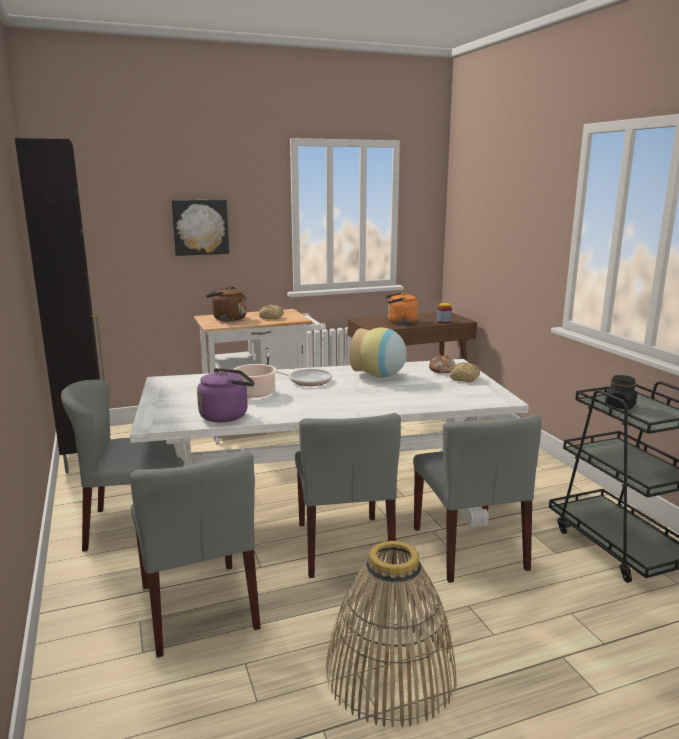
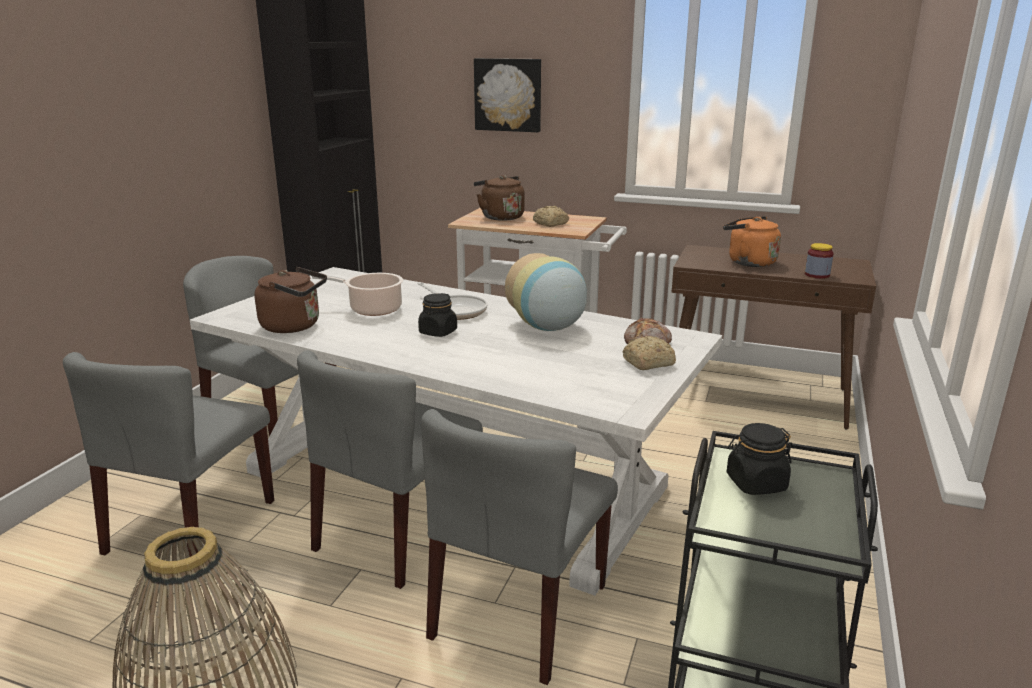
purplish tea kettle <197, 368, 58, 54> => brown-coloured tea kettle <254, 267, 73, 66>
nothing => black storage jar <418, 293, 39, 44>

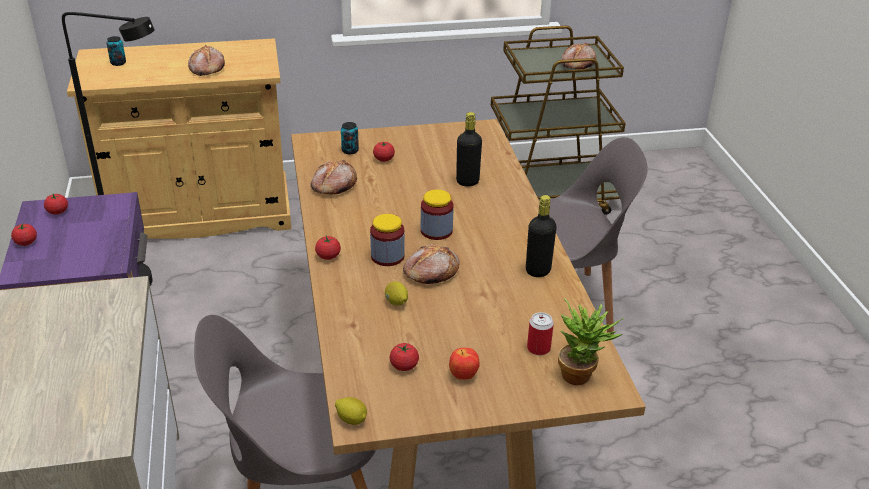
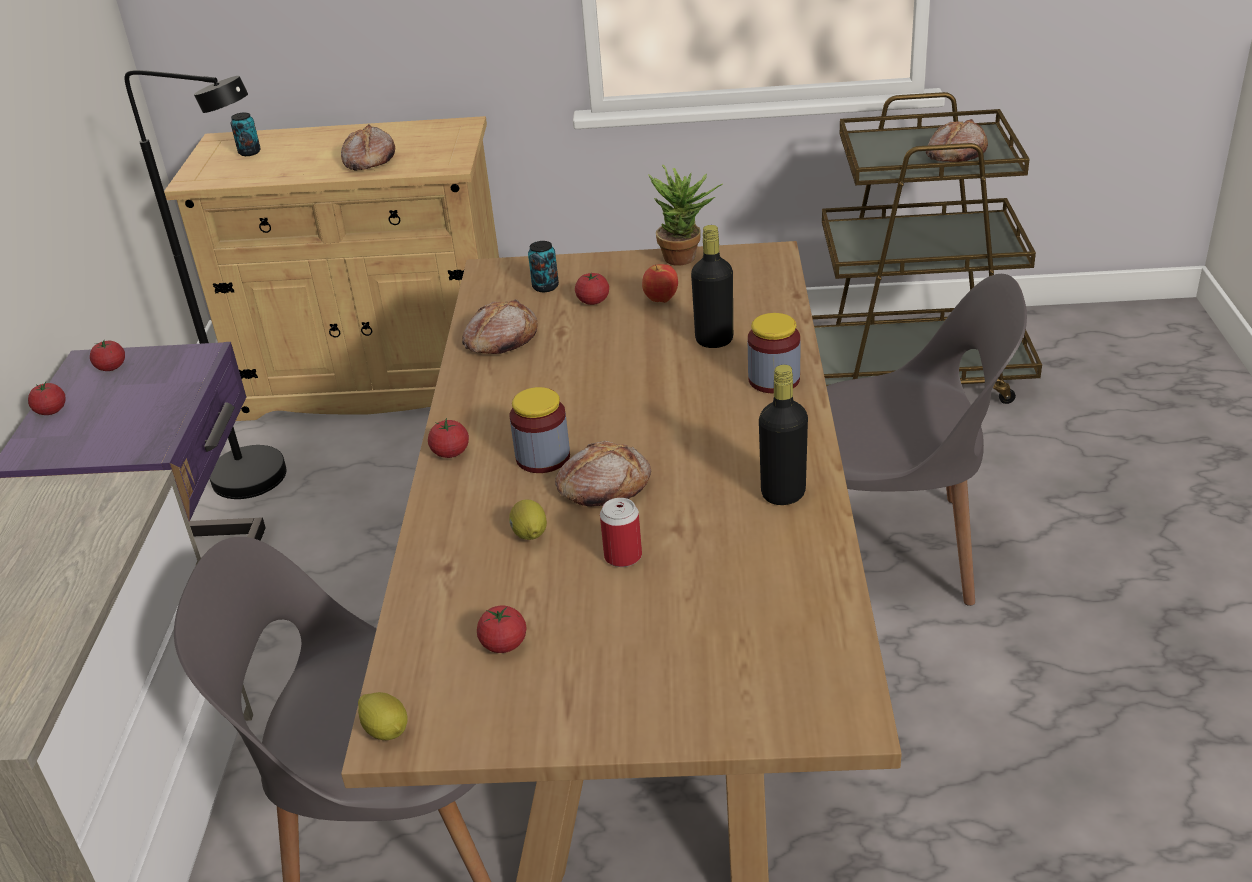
storage jar <421, 190, 33, 50> => storage jar <748, 313, 53, 81>, moved
apple <449, 348, 31, 32> => apple <642, 264, 36, 39>, moved
sealed can <527, 312, 27, 43> => sealed can <600, 498, 42, 69>, moved
potted plant <558, 299, 66, 86> => potted plant <648, 165, 75, 100>, moved

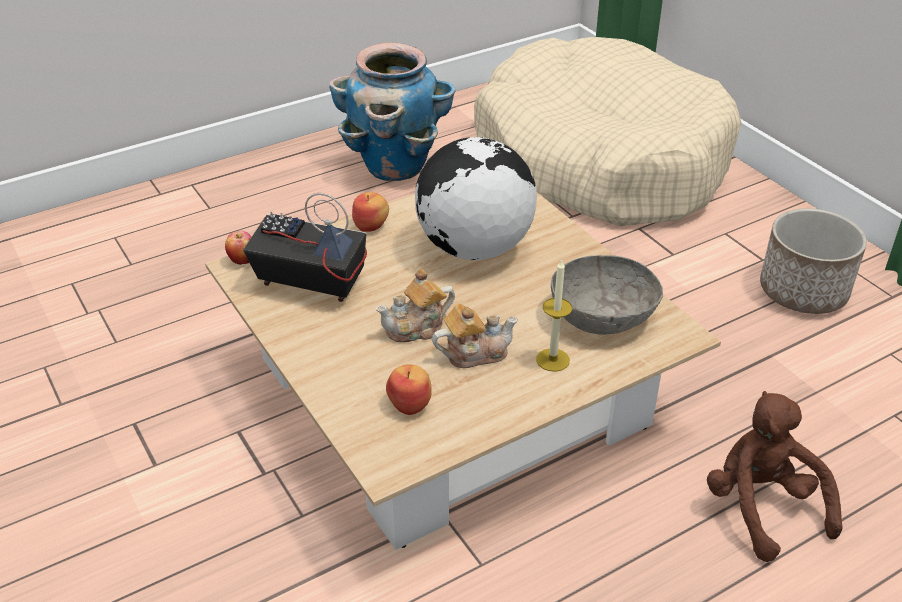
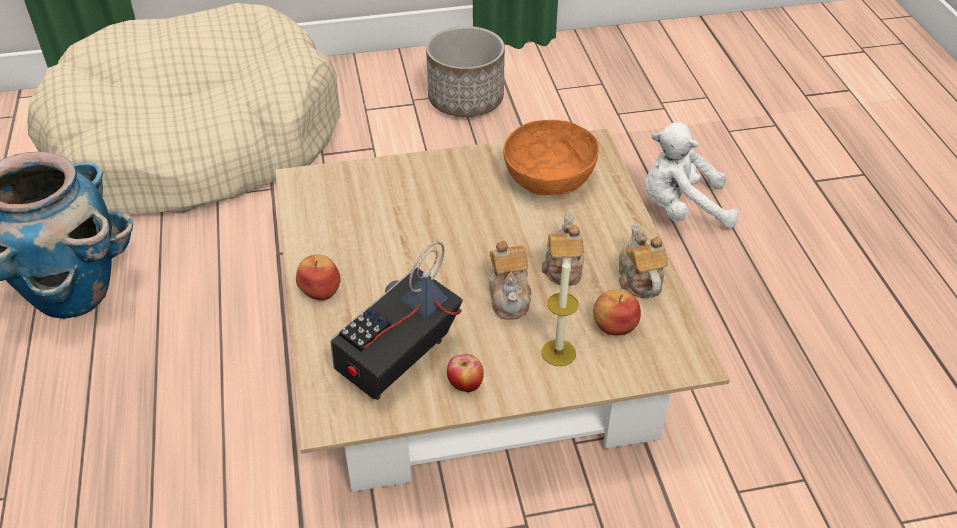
apple <225, 231, 26, 34> => apple <447, 354, 37, 39>, moved
globe <415, 137, 122, 124> => nothing
candle <536, 259, 36, 113> => candle <541, 258, 37, 108>, moved
gray bowl <551, 255, 112, 80> => orange-coloured bowl <503, 120, 96, 75>
brown-coloured soft toy <707, 391, 136, 171> => white soft toy <645, 122, 94, 106>
nothing => pot for tea <619, 224, 49, 74>

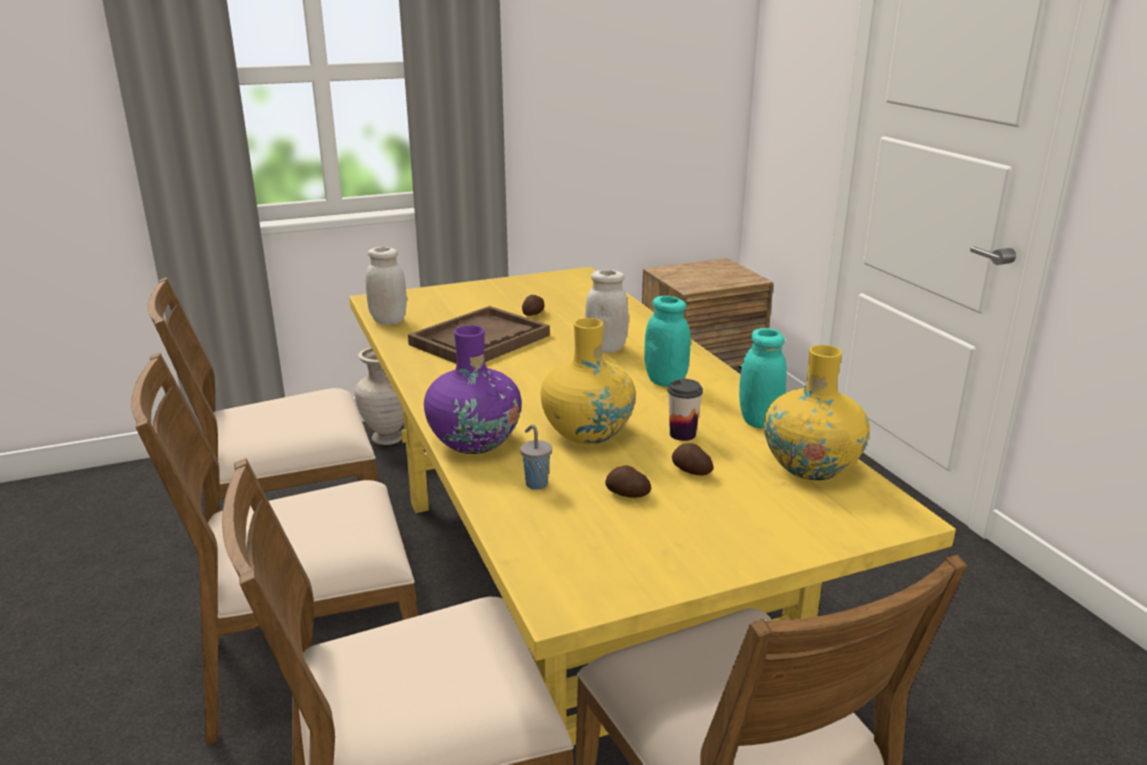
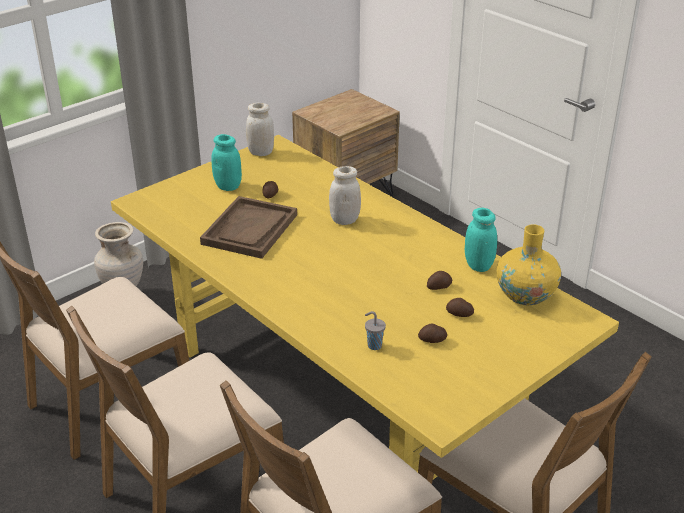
white storage jar <366, 247, 41, 77> => white storage jar <246, 103, 28, 53>, moved
purplish decorative vase <424, 325, 98, 129> => nothing
yellowish decorative vase <541, 318, 95, 126> => nothing
blue-green storage jar <644, 296, 46, 91> => blue-green storage jar <211, 134, 31, 57>, moved
drinking cup <668, 379, 35, 62> => spud <427, 271, 25, 19>

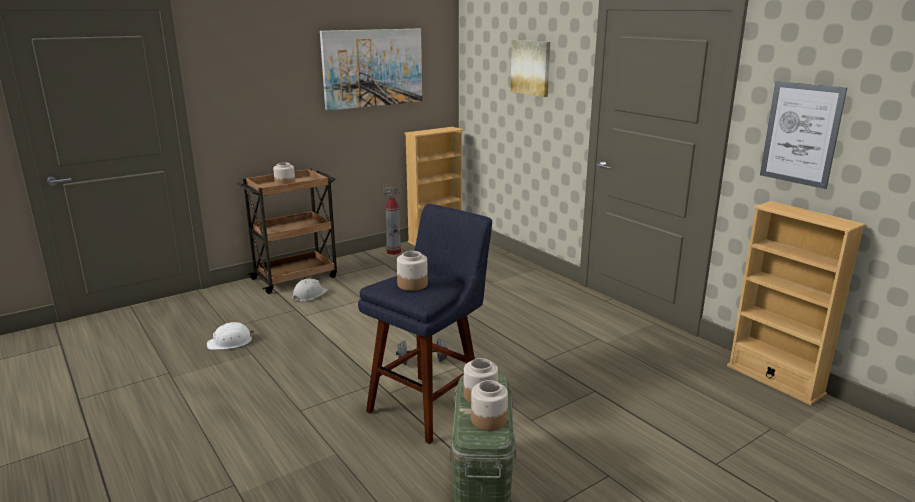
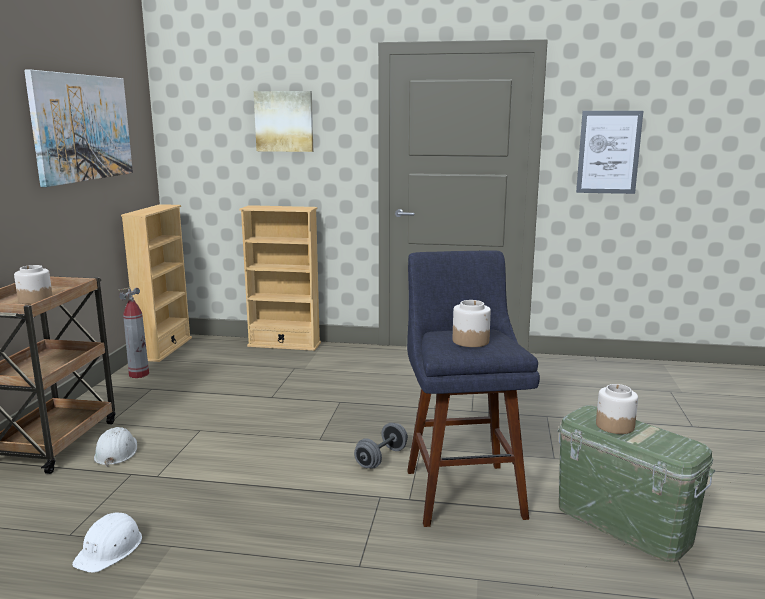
storage jar <471, 380, 37, 51> => nothing
sand-coloured shelving unit <727, 201, 139, 204> => sand-coloured shelving unit <239, 205, 82, 146>, moved

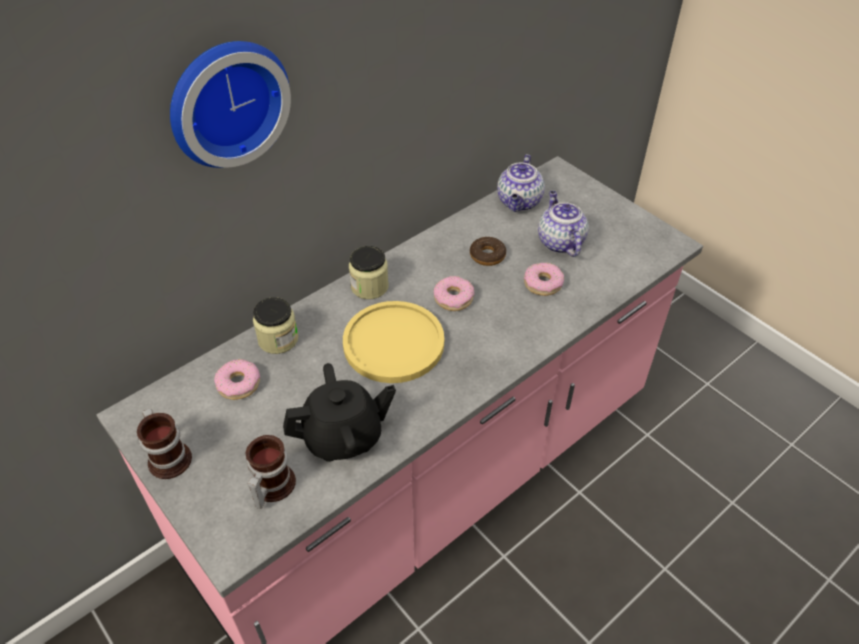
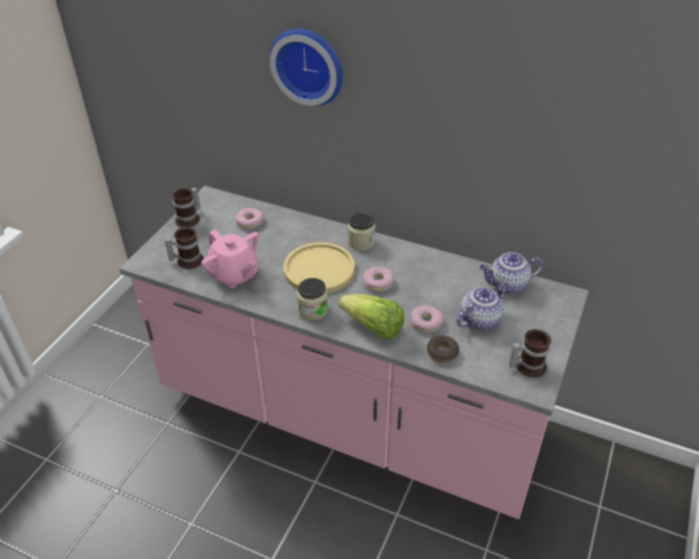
storage jar <253, 297, 45, 57> => storage jar <297, 278, 31, 42>, moved
black pot for tea <283, 363, 113, 99> => pink-coloured pot for tea <201, 230, 58, 58>
donut <470, 237, 36, 29> => donut <427, 336, 32, 27>, moved
nothing => head of lettuce <339, 294, 65, 46>
nothing => coffee mug <509, 329, 42, 49>

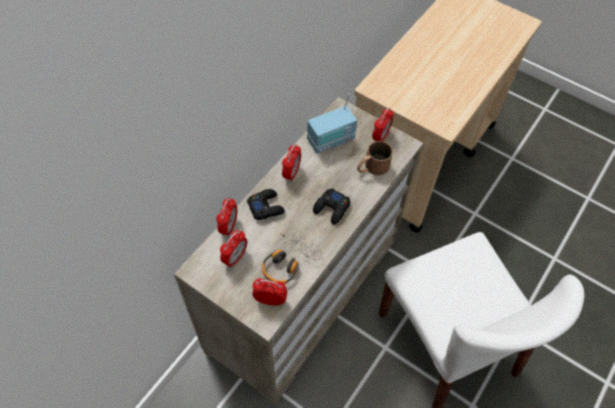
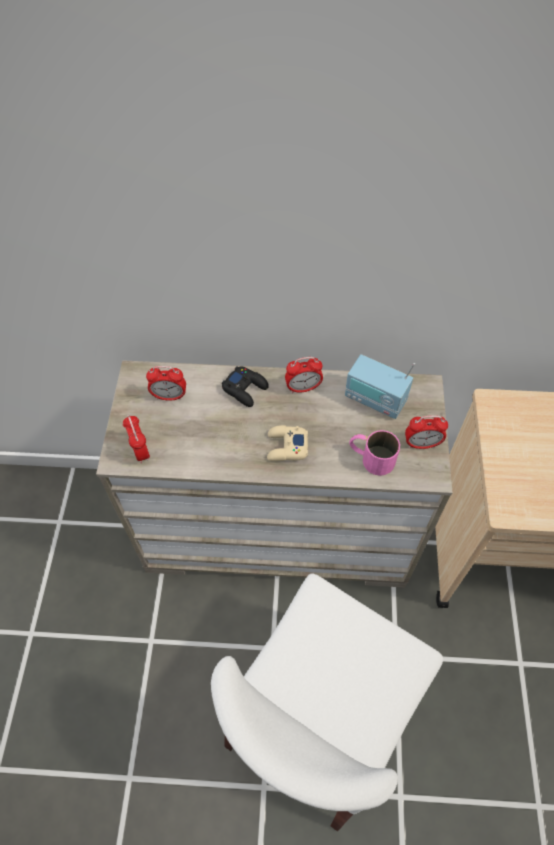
alarm clock <217, 198, 21, 39> => nothing
pair of headphones <262, 233, 60, 51> => nothing
black game controller <313, 188, 37, 37> => sand-coloured game controller <267, 425, 41, 36>
brown-coloured coffee mug <357, 141, 36, 34> => pink-coloured coffee mug <349, 430, 51, 46>

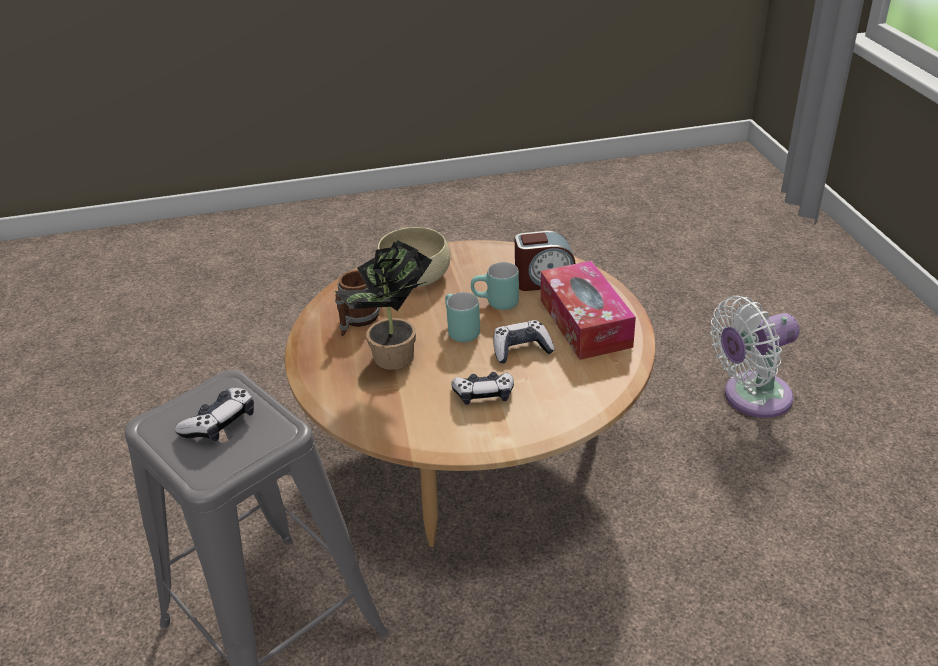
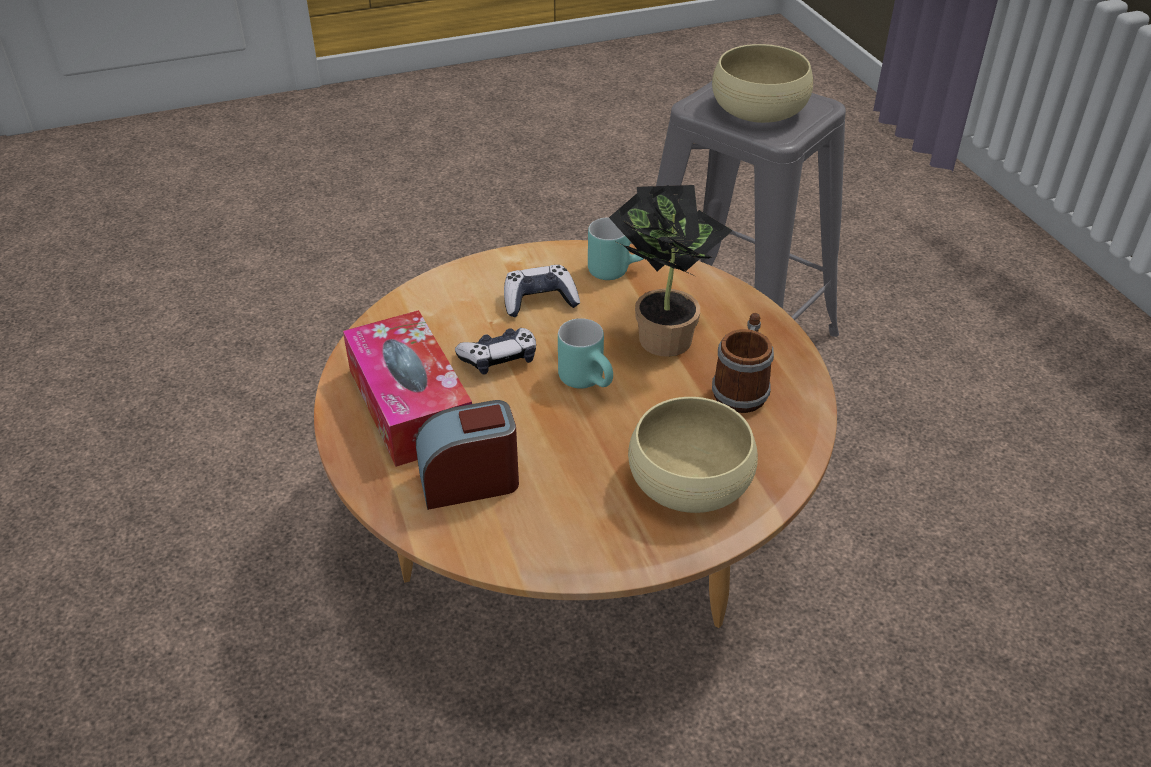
game controller <175, 388, 79, 53> => sand-coloured bowl <712, 44, 101, 79>
blue-green coffee mug <471, 262, 48, 48> => blue-green coffee mug <588, 217, 55, 63>, moved
white fan <711, 296, 89, 122> => nothing

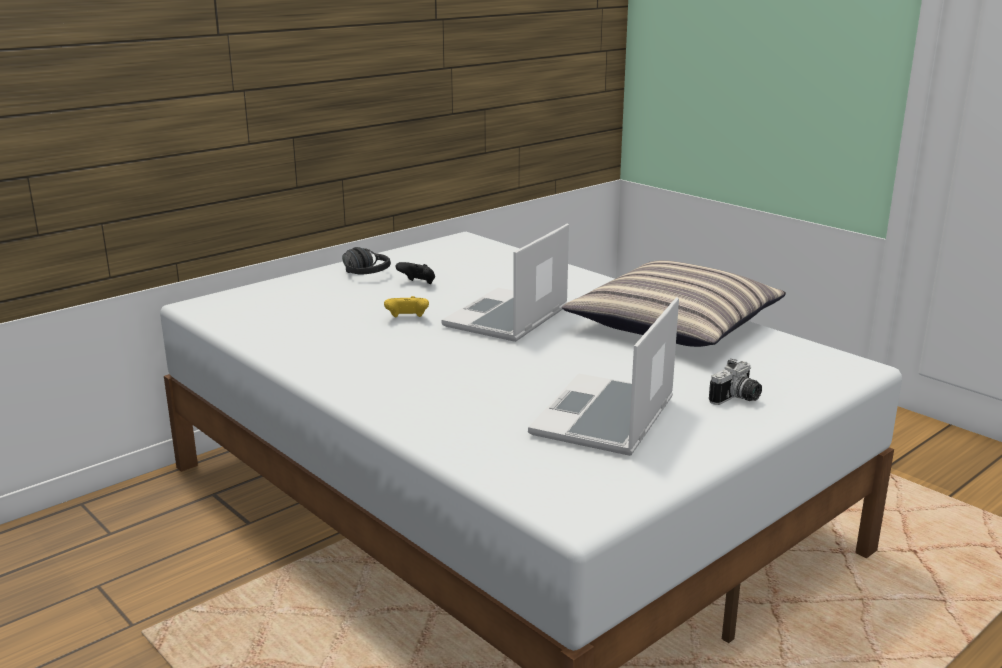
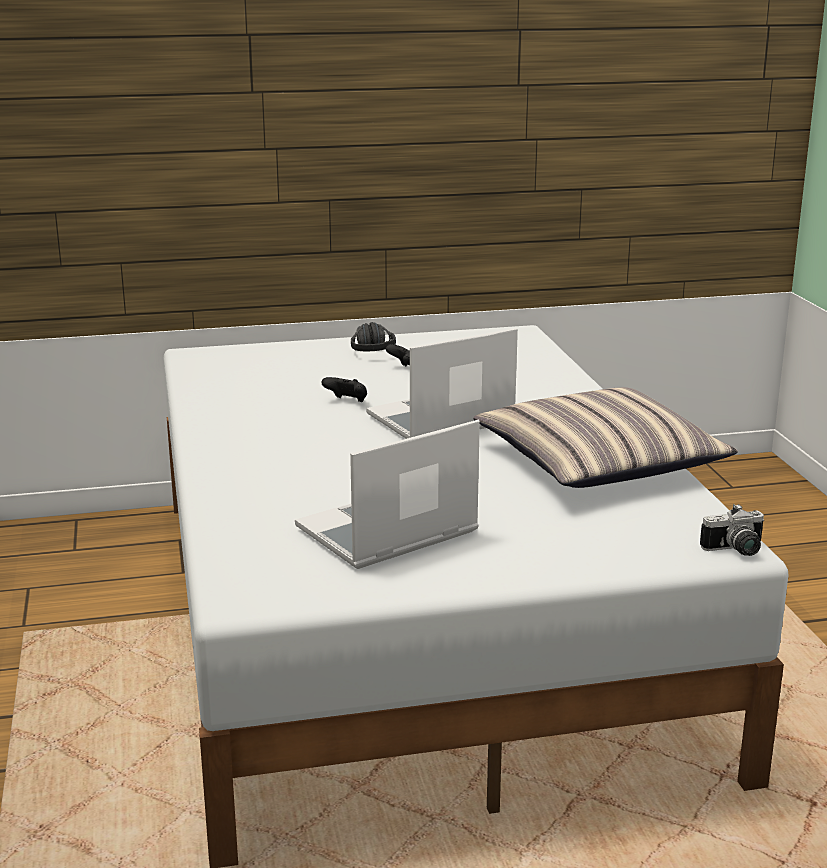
yellowish game controller <384, 296, 45, 21> => black game controller <321, 377, 46, 25>
photo camera <709, 359, 53, 46> => photo camera <700, 504, 64, 52>, moved

